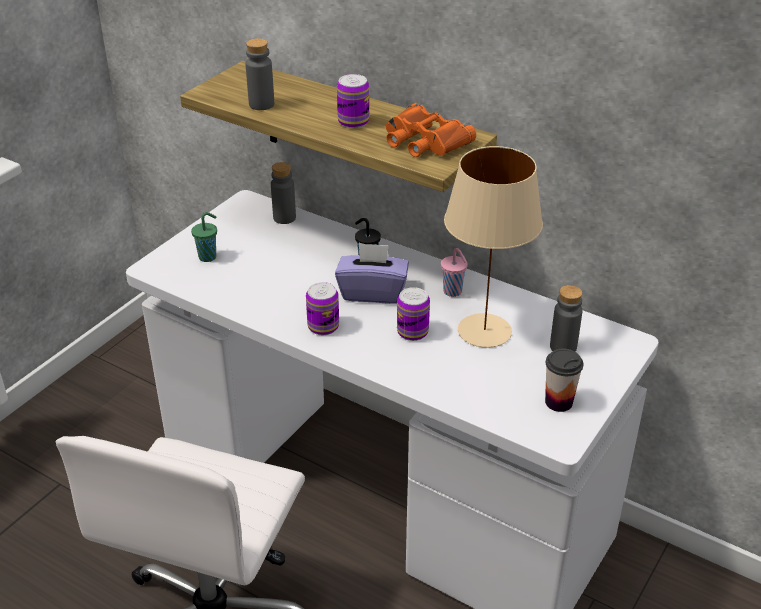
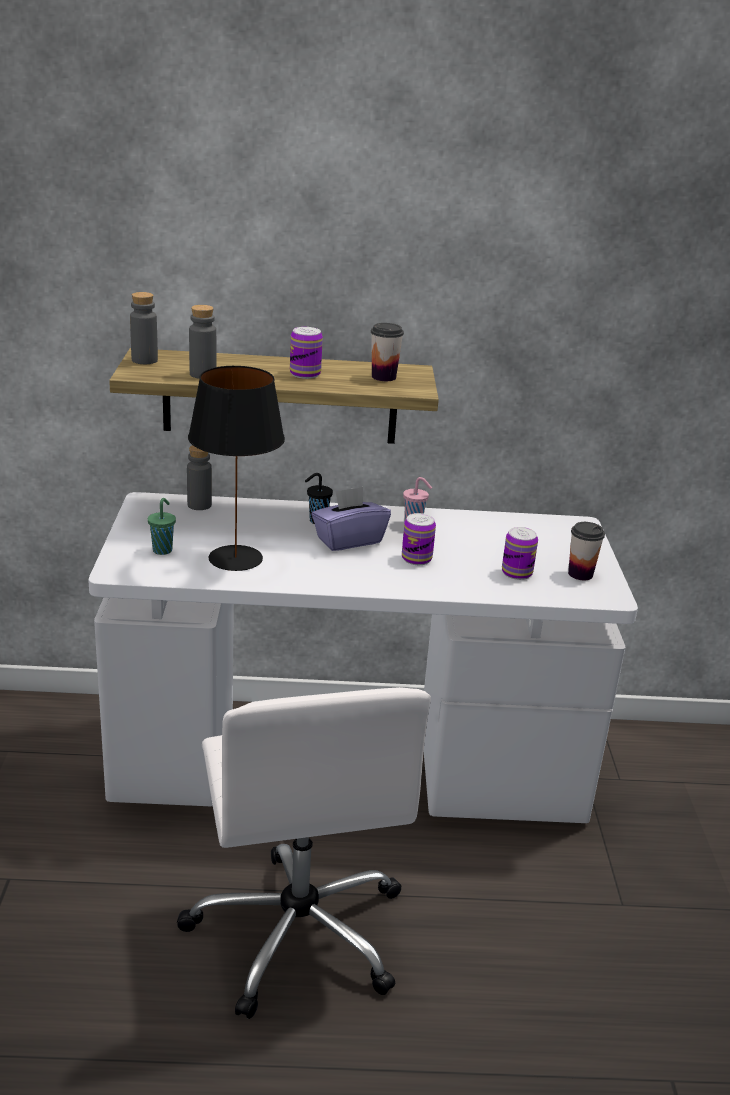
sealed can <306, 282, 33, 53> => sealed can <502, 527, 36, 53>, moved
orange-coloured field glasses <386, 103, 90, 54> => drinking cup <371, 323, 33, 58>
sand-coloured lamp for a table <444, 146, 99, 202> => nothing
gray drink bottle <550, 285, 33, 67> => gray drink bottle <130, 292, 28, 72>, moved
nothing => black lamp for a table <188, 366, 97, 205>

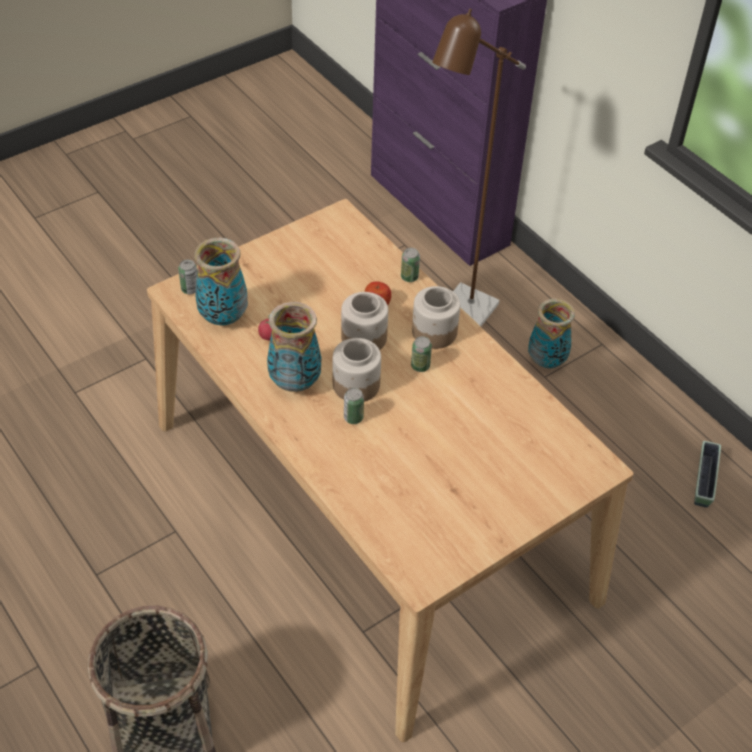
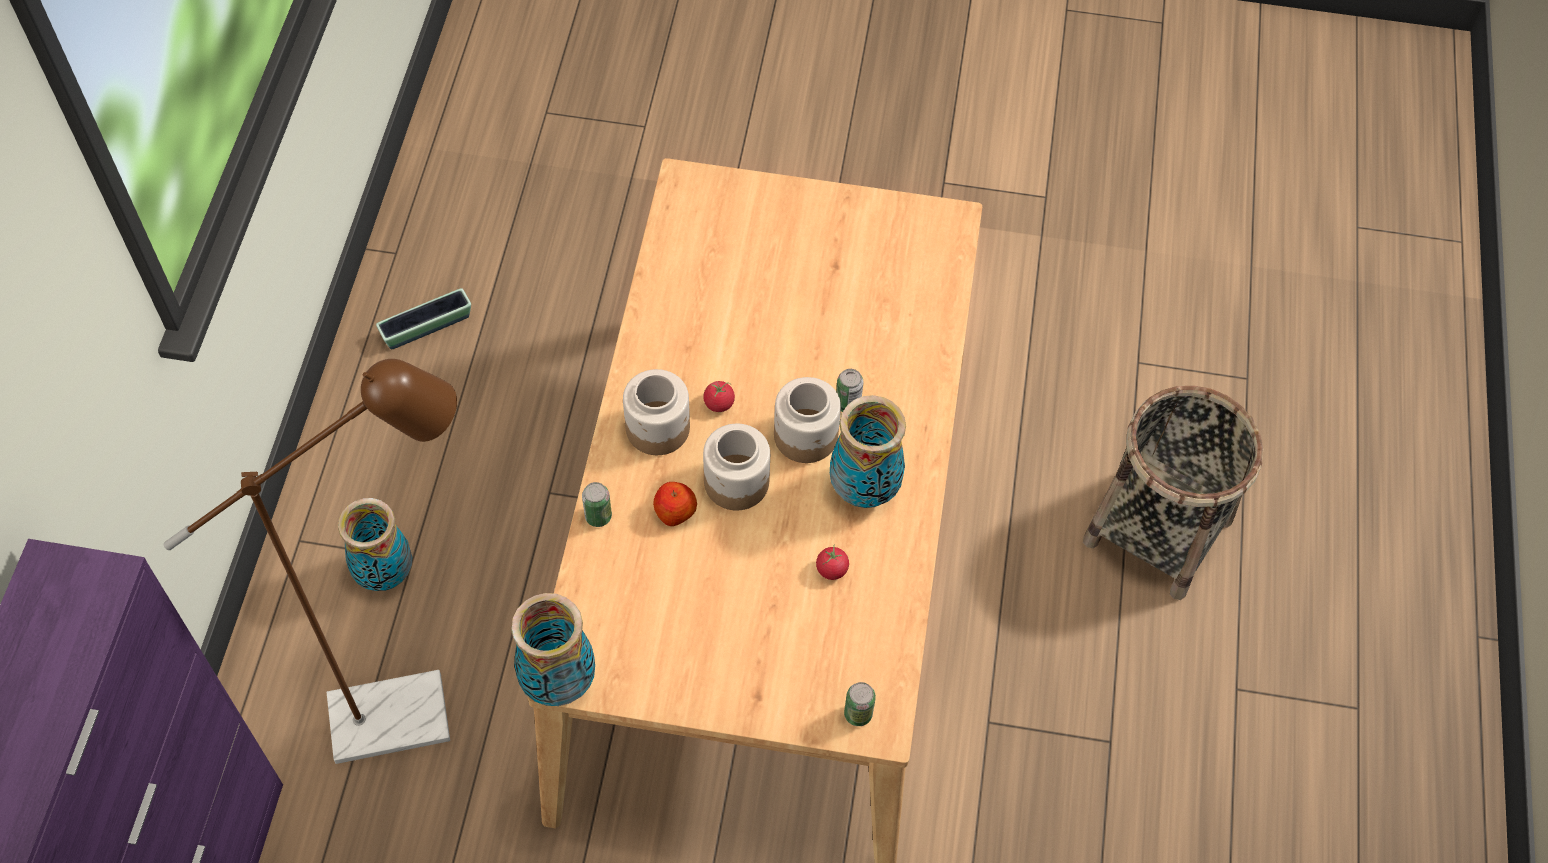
decorative vase <194, 238, 54, 87> => decorative vase <511, 593, 84, 113>, moved
sealed can <411, 336, 21, 36> => tomato <703, 381, 32, 31>

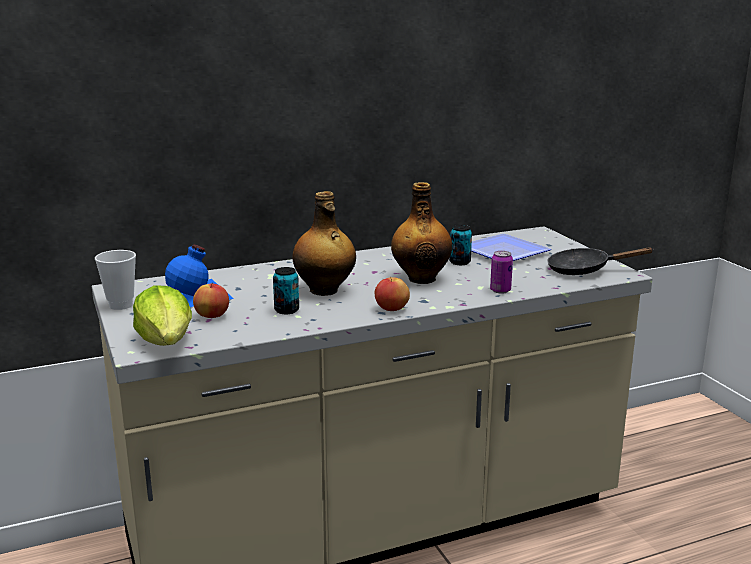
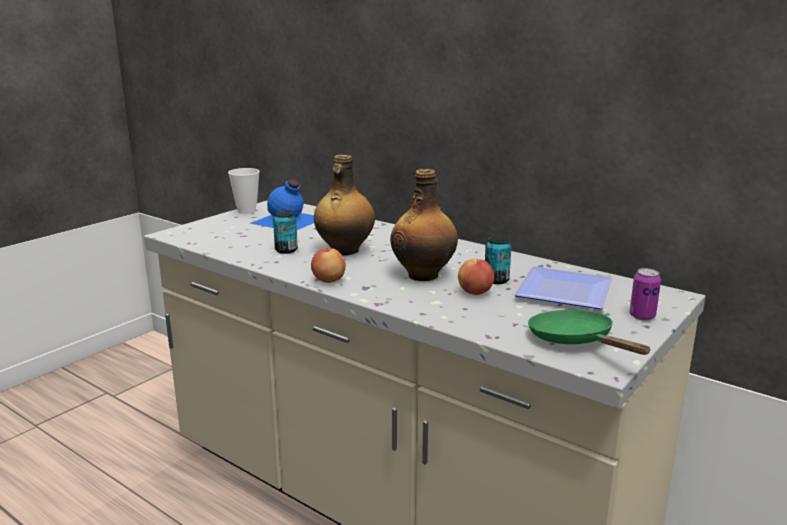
head of lettuce <133, 285, 59, 61> => nothing
apple <193, 284, 36, 34> => apple <458, 259, 36, 36>, moved
sealed can <490, 251, 23, 43> => sealed can <630, 268, 31, 52>, moved
black skillet <547, 247, 107, 28> => greenish skillet <528, 310, 123, 45>

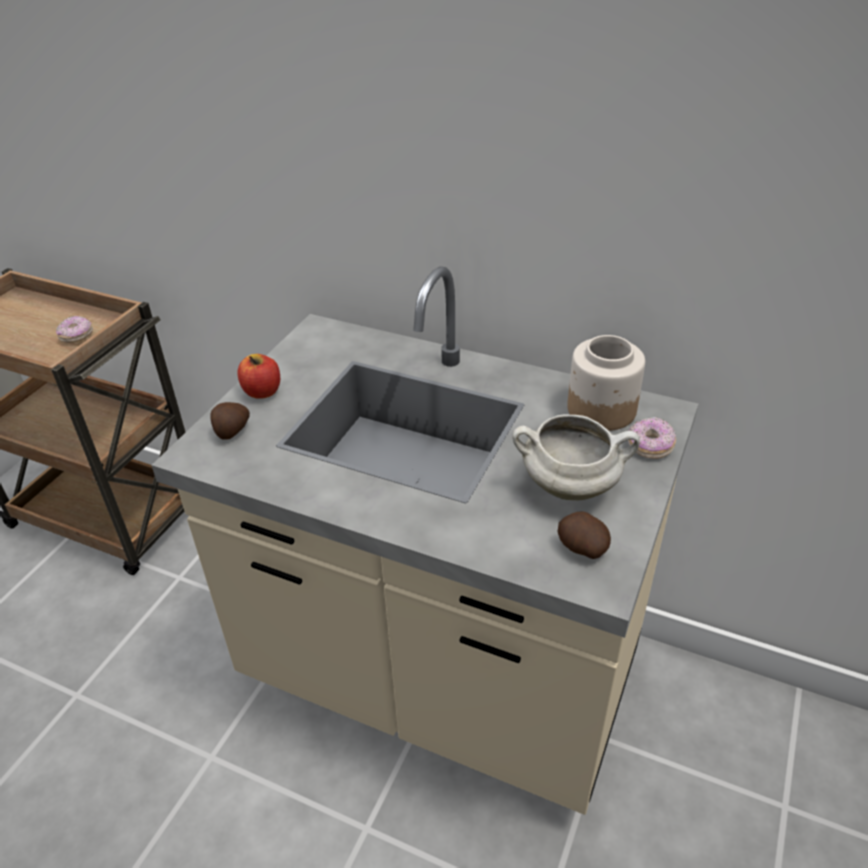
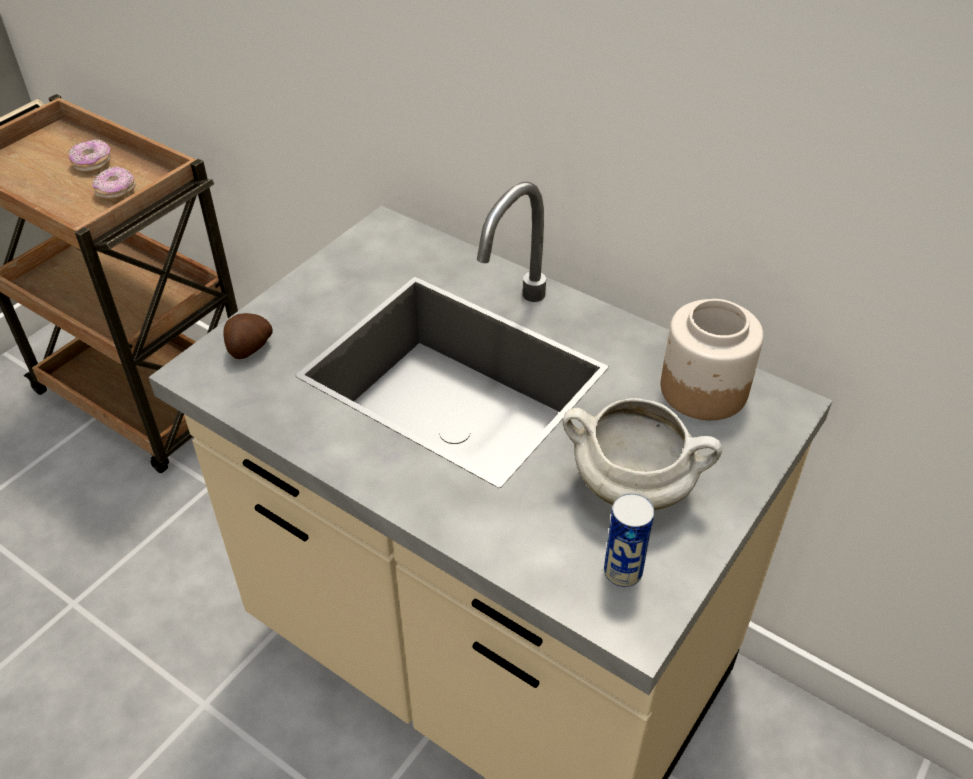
apple <237, 354, 43, 45> => nothing
spud <557, 511, 54, 48> => sealed can <604, 493, 50, 94>
donut <628, 417, 48, 42> => donut <68, 140, 43, 33>, moved

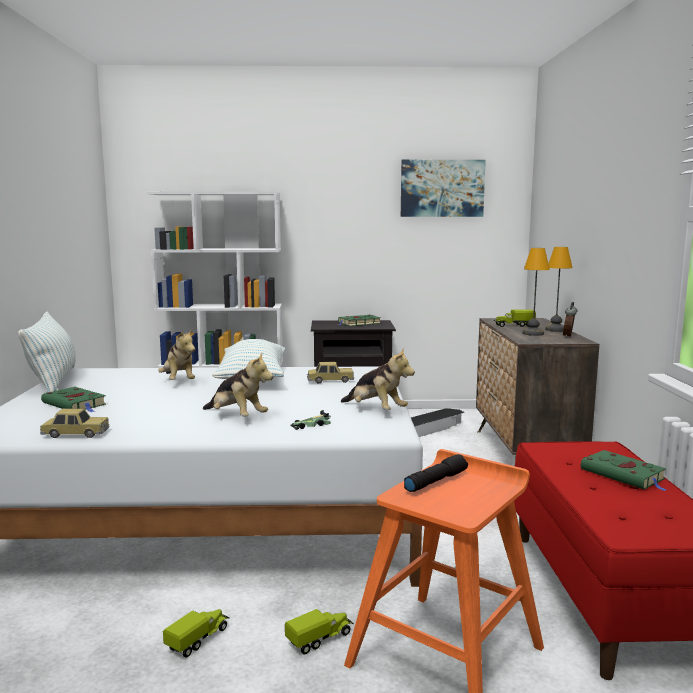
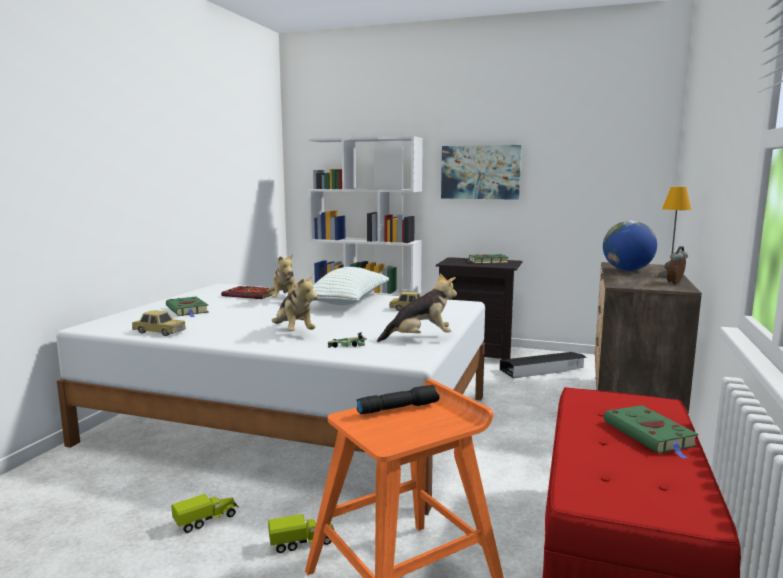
throw pillow <18, 312, 58, 80> => nothing
soft toy <341, 347, 74, 63> => soft toy <377, 273, 80, 69>, 75 degrees counterclockwise
wall art <401, 160, 85, 57> => wall art <441, 145, 81, 55>, moved
toy lorry <494, 309, 42, 18> => globe <603, 220, 54, 51>
lamp for a table <522, 248, 28, 88> => nothing
nothing => volume <221, 286, 53, 13>

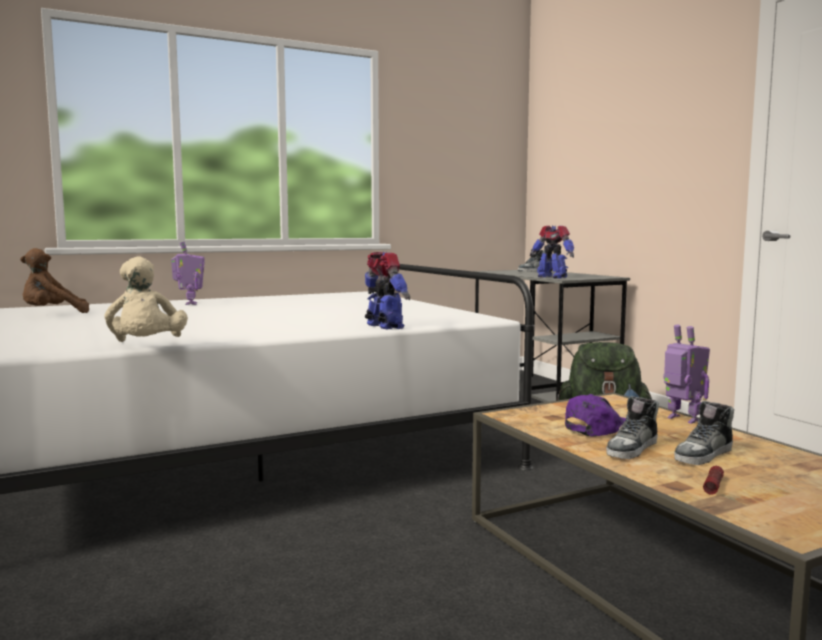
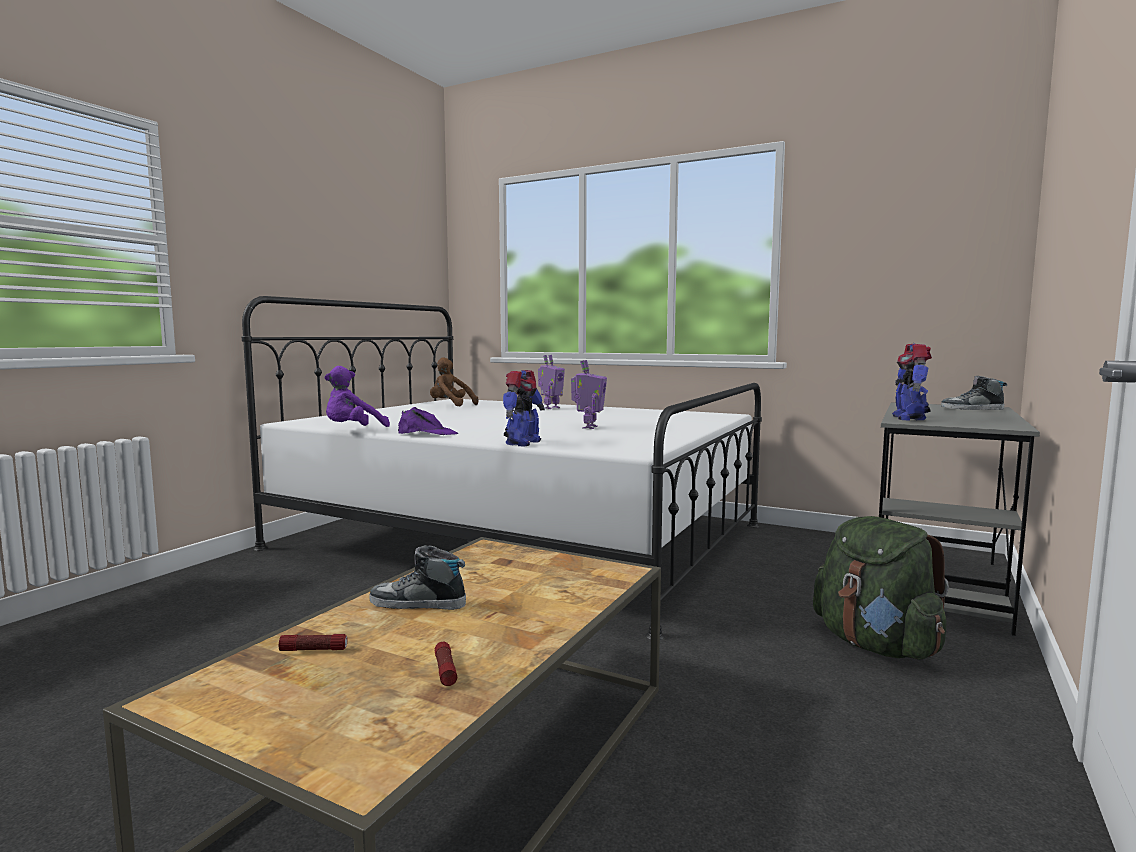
sand-coloured soft toy <105, 257, 83, 85> => purplish soft toy <324, 366, 66, 61>
purplish cap <565, 394, 61, 43> => purplish cap <398, 407, 60, 28>, moved
robot figure <663, 325, 47, 99> => robot figure <571, 360, 36, 69>, moved
low shoe <674, 401, 60, 64> => nothing
nothing => flashlight <435, 642, 22, 44>

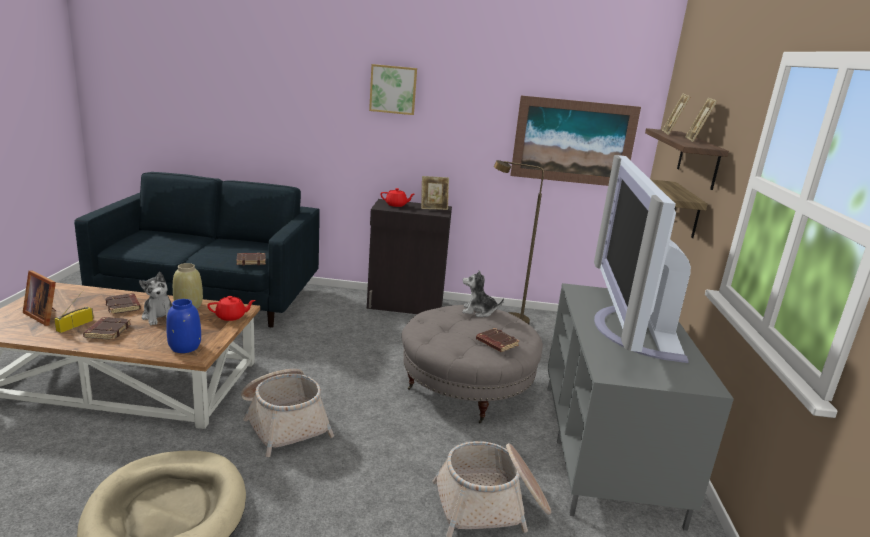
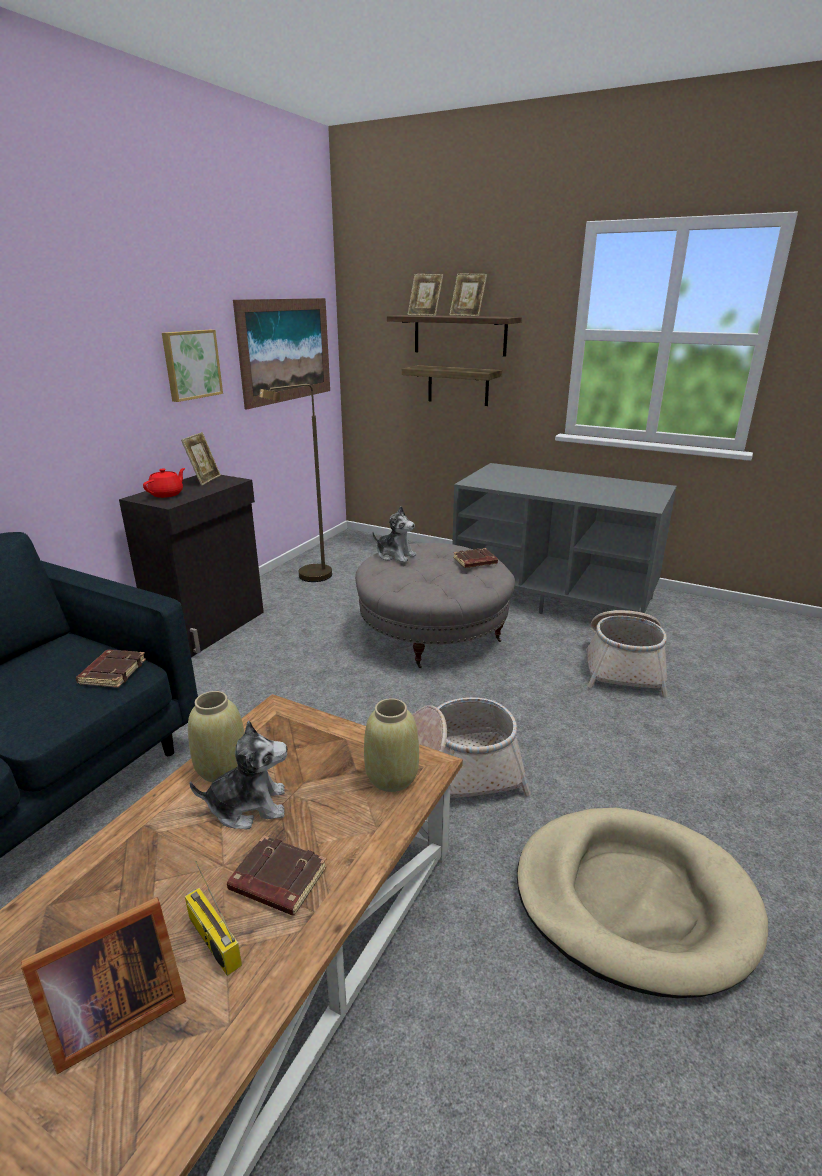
brown-coloured volume <105, 293, 36, 21> => nothing
blue-coloured decorative vase <166, 299, 35, 54> => sand-coloured decorative vase <364, 698, 55, 94>
reddish pot for tea <207, 296, 49, 25> => nothing
wall art <369, 64, 48, 51> => wall art <162, 330, 61, 72>, moved
soft toy <462, 270, 42, 47> => soft toy <372, 506, 44, 57>, 90 degrees counterclockwise
TV <594, 155, 97, 208> => nothing

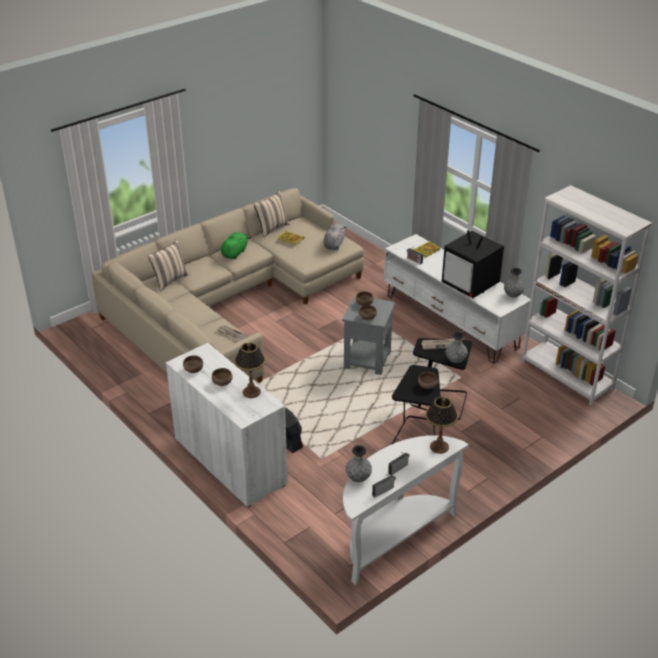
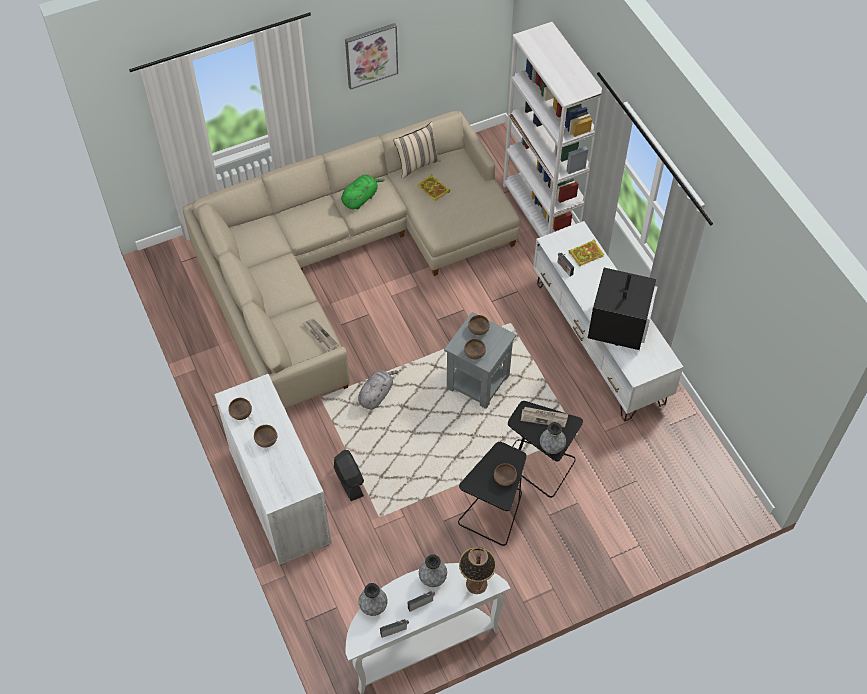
sand-coloured throw pillow <147, 239, 42, 52> => nothing
lamp for a table <234, 342, 32, 56> => nothing
gray soft toy <323, 223, 23, 27> => gray soft toy <358, 370, 40, 39>, moved
TV <442, 230, 62, 68> => TV <588, 268, 70, 82>, 135 degrees counterclockwise
gray decorative vase <504, 268, 20, 30> => gray decorative vase <419, 554, 28, 33>, moved
white shelving unit <521, 185, 131, 221> => white shelving unit <503, 22, 99, 215>, moved
nothing => wall art <345, 23, 53, 67>

